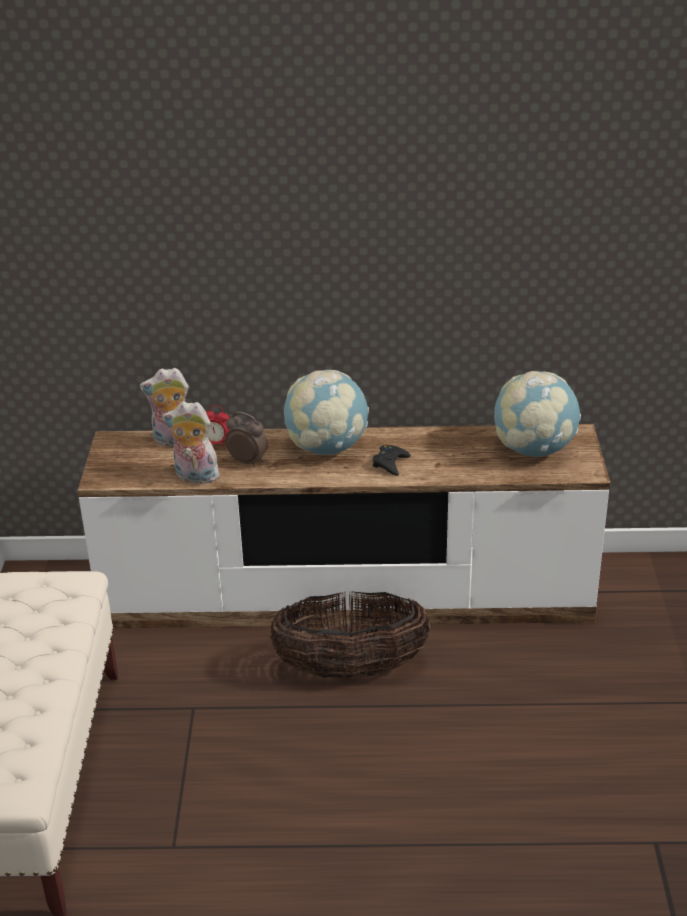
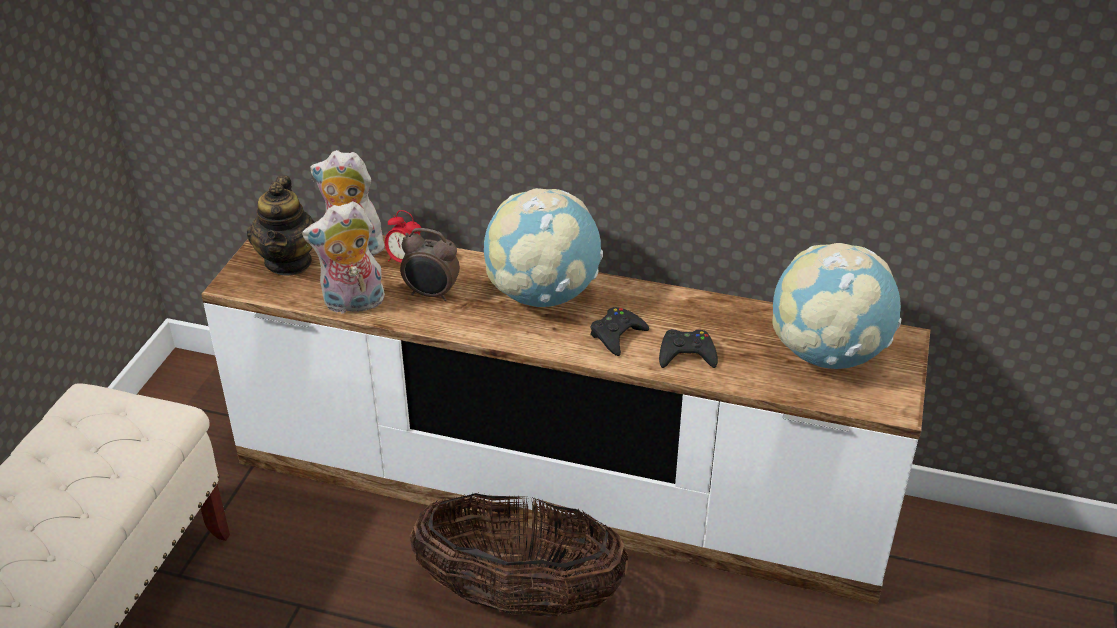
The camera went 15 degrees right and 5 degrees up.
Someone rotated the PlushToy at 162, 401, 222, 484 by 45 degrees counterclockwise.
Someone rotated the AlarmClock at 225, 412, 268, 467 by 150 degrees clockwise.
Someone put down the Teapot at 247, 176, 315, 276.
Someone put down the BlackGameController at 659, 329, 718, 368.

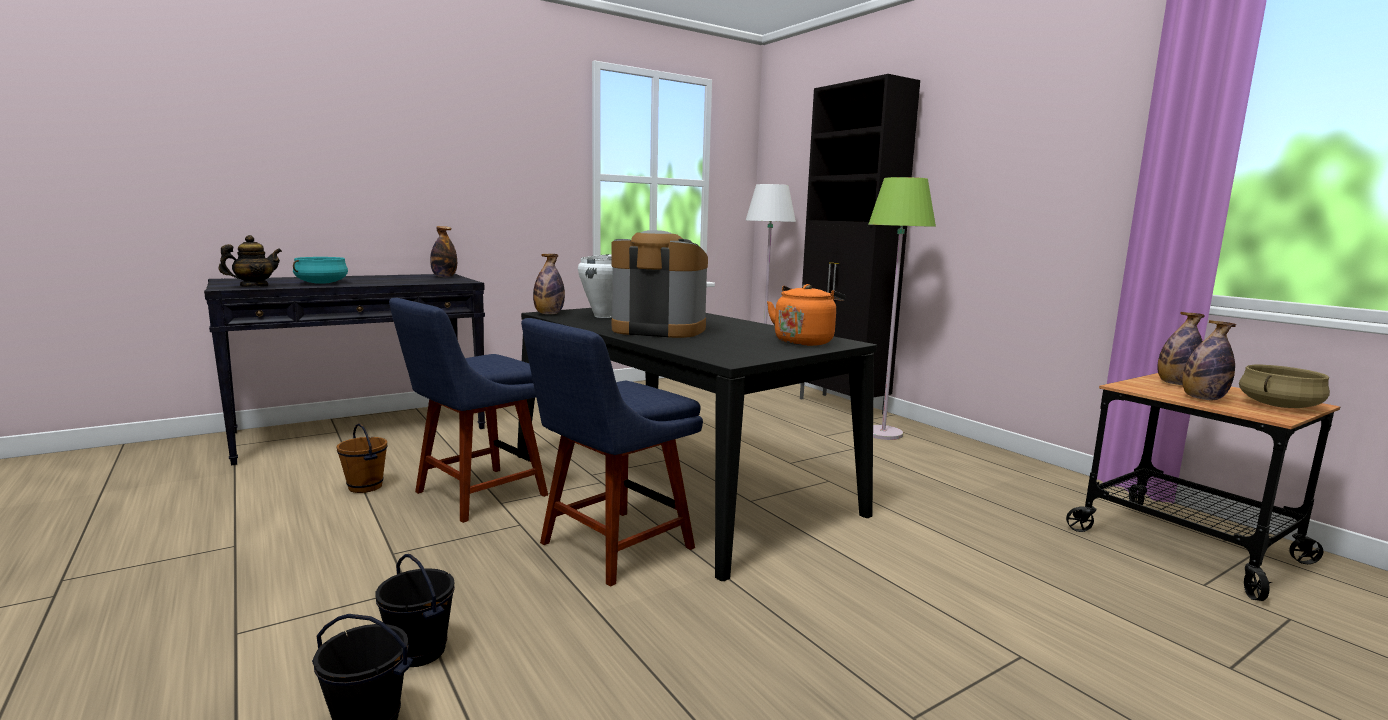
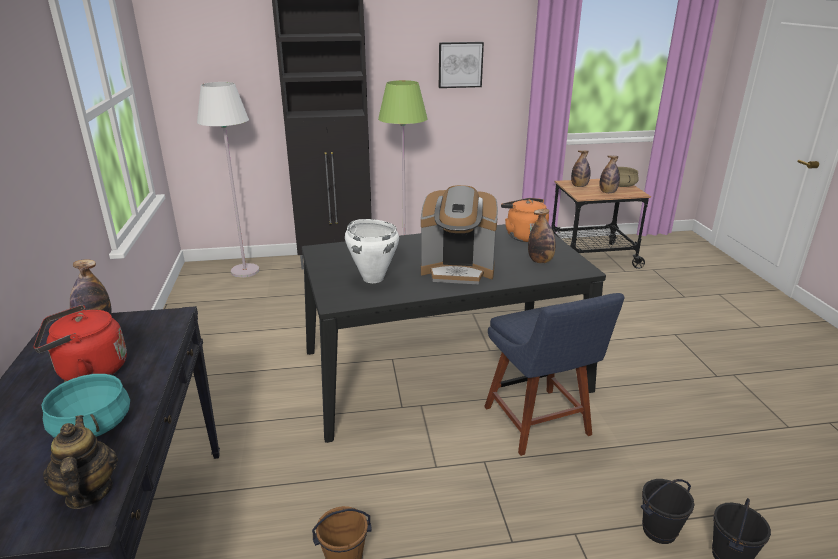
The camera went 65 degrees left and 15 degrees up.
Someone took away the BlueChair at 389, 298, 548, 523.
Someone carried the Bottle from 533, 254, 565, 314 to 528, 209, 556, 263.
Someone rotated the CoffeeMachine at 611, 230, 708, 338 by 120 degrees counterclockwise.
Someone put down the RedKettle at 34, 305, 127, 381.
Someone put up the Picture at 439, 42, 484, 88.

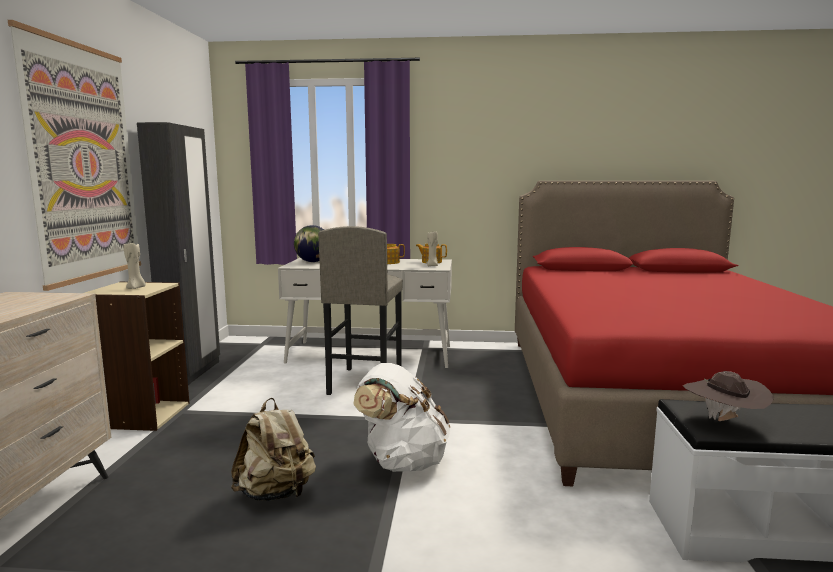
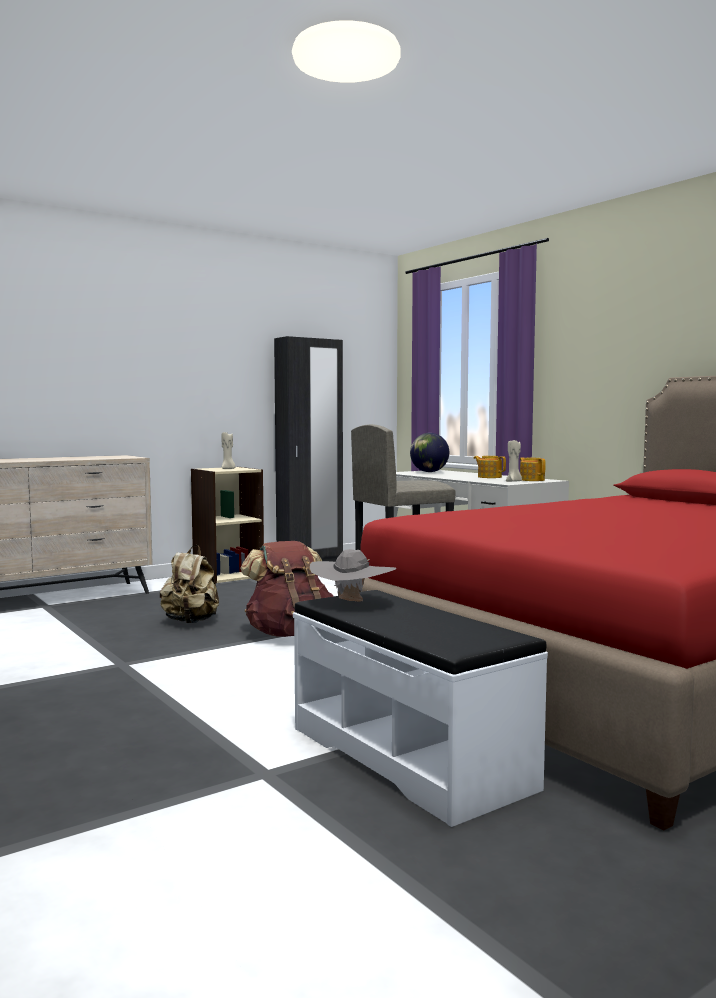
The camera went 50 degrees right and 5 degrees down.
Someone took away the Picture at 8, 20, 141, 291.
Someone repainted the WhiteBackpack at 353, 363, 450, 472, which became the BrownBackpack at 240, 541, 334, 637.
Someone repainted the BrownHat at 683, 371, 774, 421, which became the GreyHat at 310, 549, 396, 602.

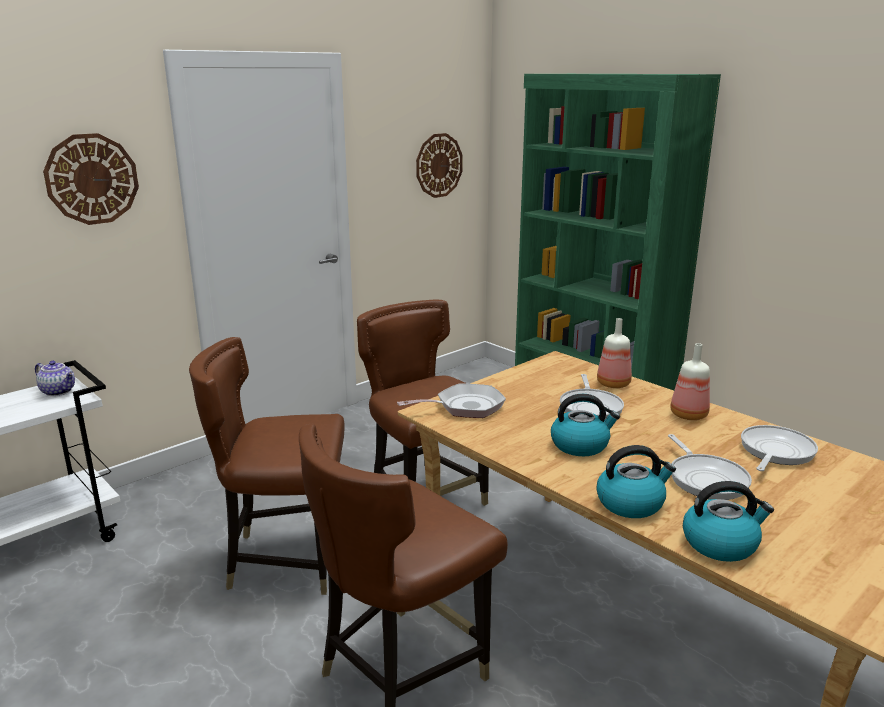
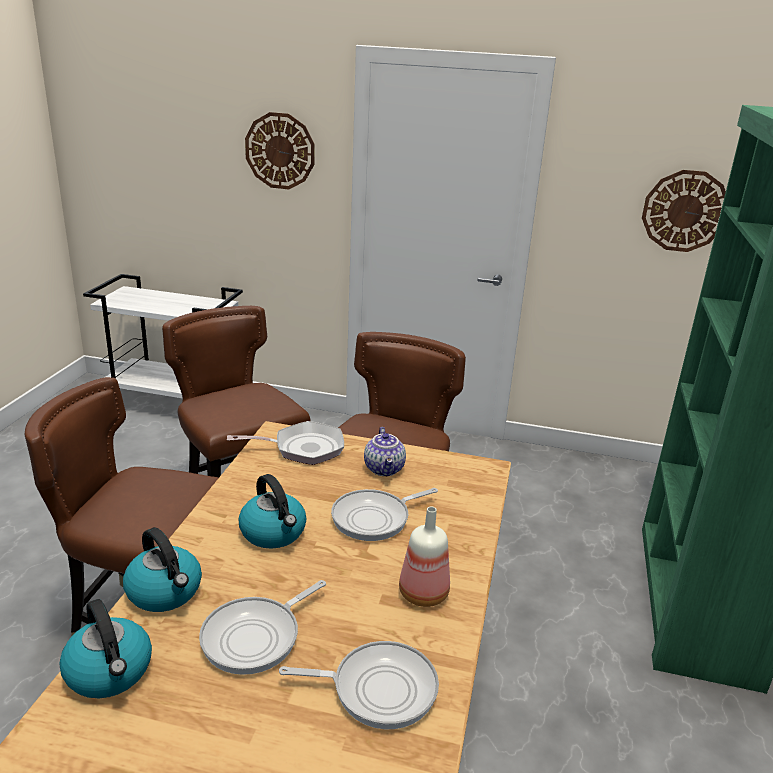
The camera went 55 degrees right and 5 degrees up.
Someone carried the Teapot from 35, 361, 75, 396 to 364, 427, 406, 477.
Someone rotated the FryingPan at 397, 383, 506, 418 by 45 degrees counterclockwise.
Someone took away the Bottle at 597, 318, 632, 388.

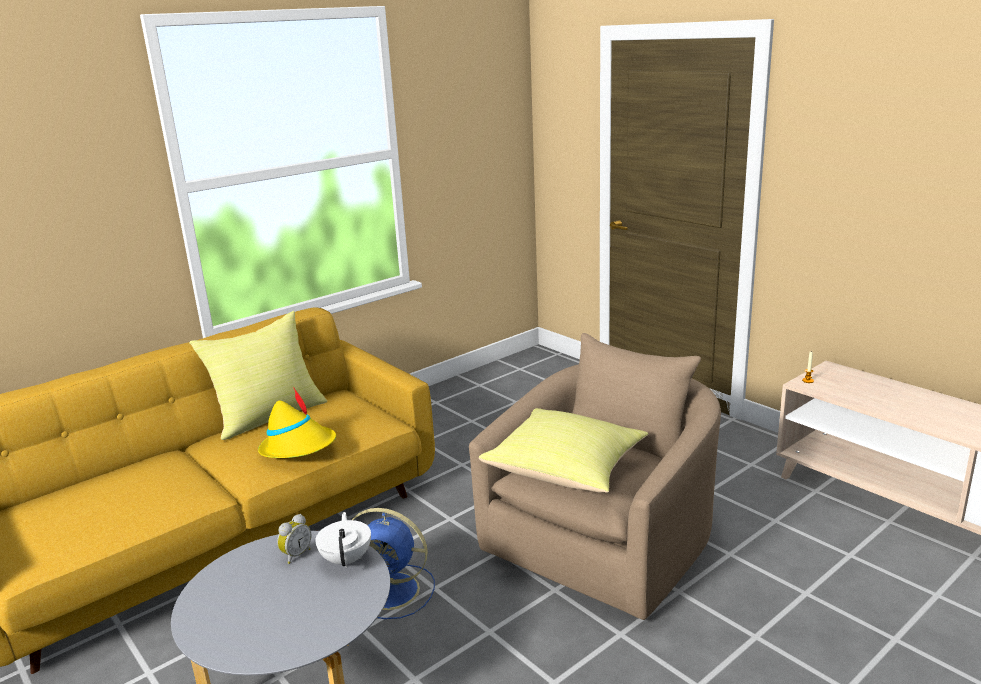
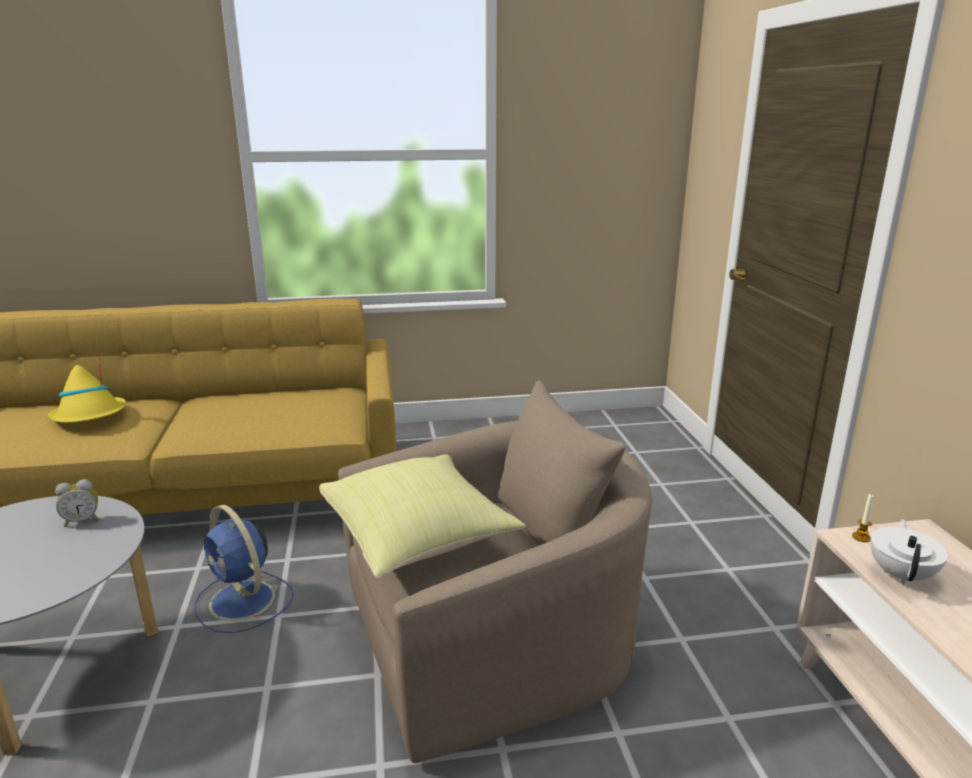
The camera went 30 degrees right and 0 degrees up.
Someone took away the YellowPillow at 189, 311, 327, 440.
Someone carried the YellowHat from 258, 387, 336, 458 to 48, 356, 126, 423.
Someone carried the WhiteTeapot from 315, 512, 371, 568 to 870, 519, 948, 584.

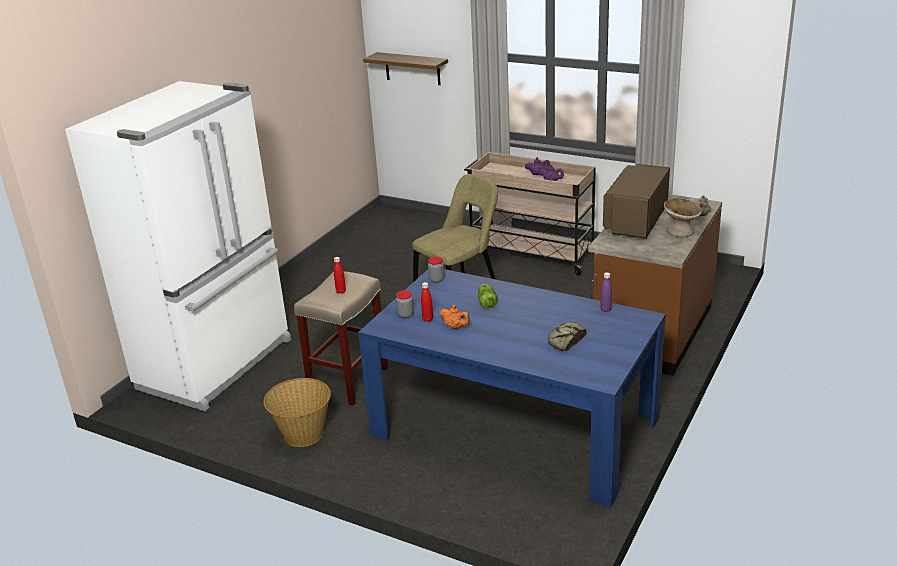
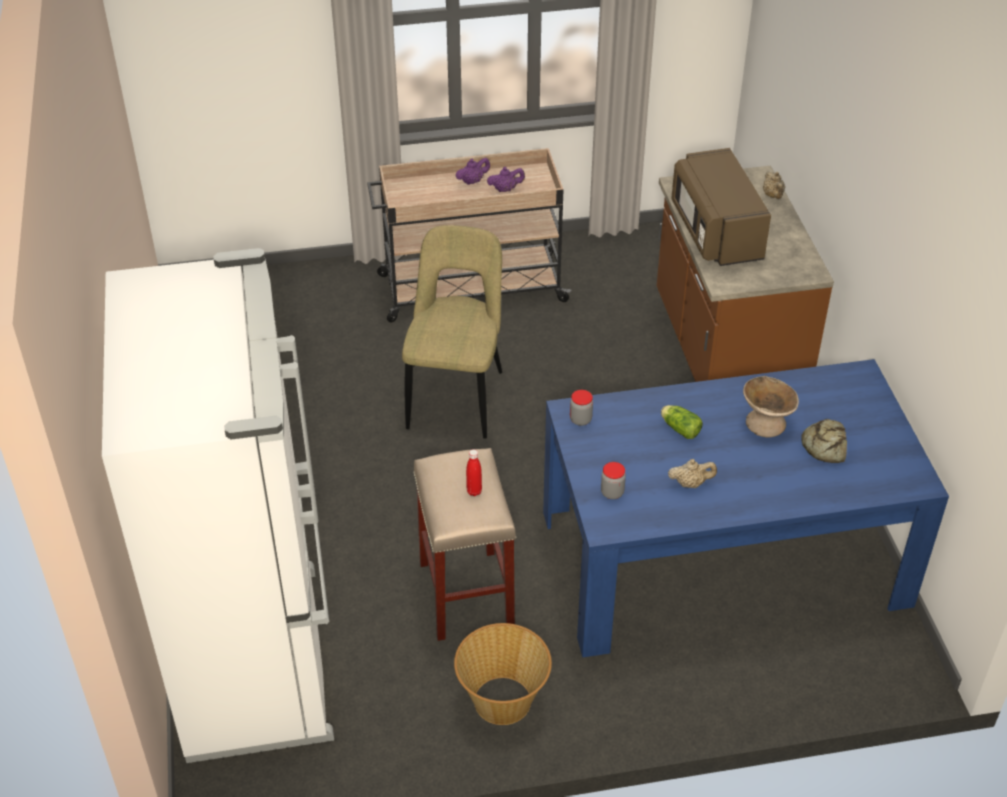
The camera went 40 degrees left and 15 degrees up.
Someone took away the Shelf at 363, 52, 448, 85.
Someone took away the RedBottle at 421, 282, 433, 322.
Someone repainted the OrangeTeapot at 439, 305, 470, 329, which became the BeigeTeapot at 668, 459, 717, 488.
Someone took away the PurpleBottle at 600, 272, 612, 312.
Someone carried the BeigeBowl from 664, 198, 702, 237 to 743, 376, 799, 437.

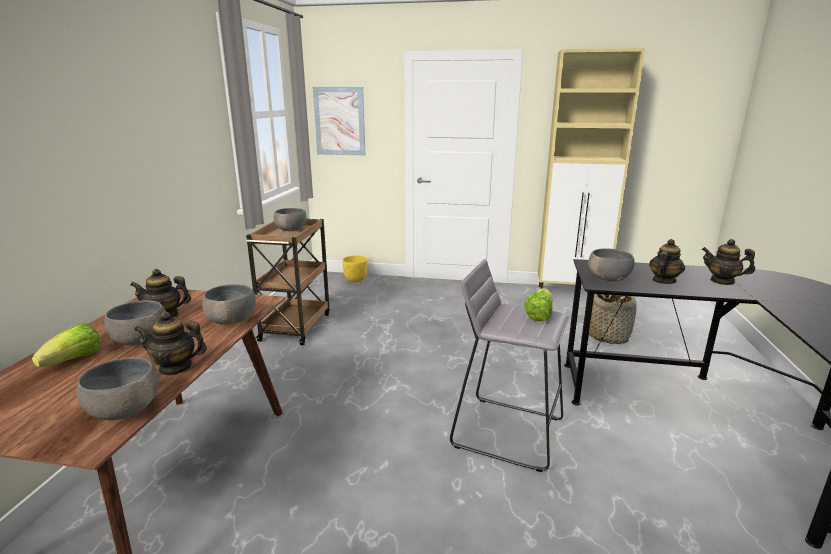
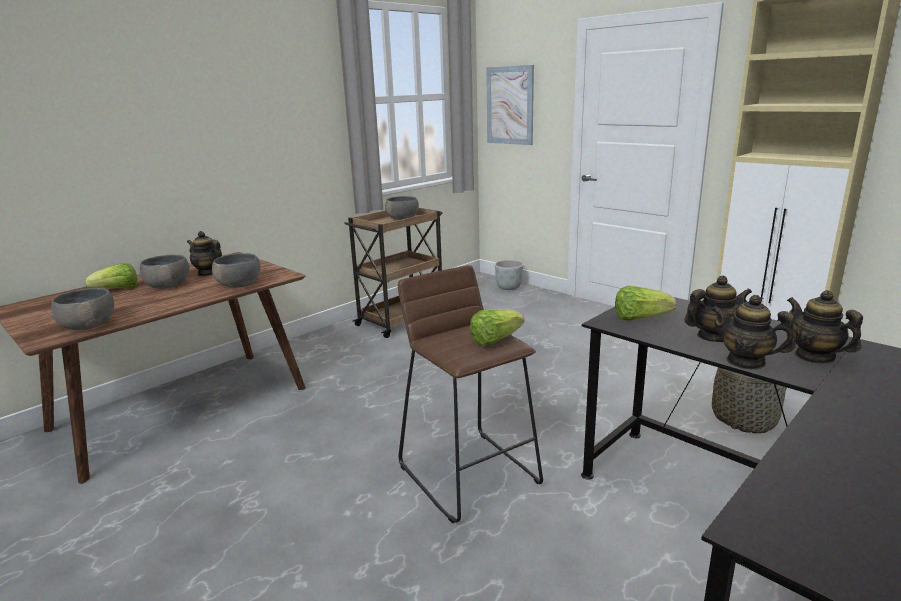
The camera went 35 degrees right and 0 degrees up.
Someone carried the Teapot from 134, 311, 207, 376 to 711, 295, 796, 370.
Someone repainted the YellowPlanter at 342, 255, 367, 282, which became the GreyPlanter at 495, 260, 523, 290.
Someone repainted the GreyStool at 450, 259, 569, 472, which became the BrownStool at 398, 265, 543, 523.
Someone swapped the GreyBowl at 588, 248, 635, 281 for the Lettuce at 615, 286, 676, 321.

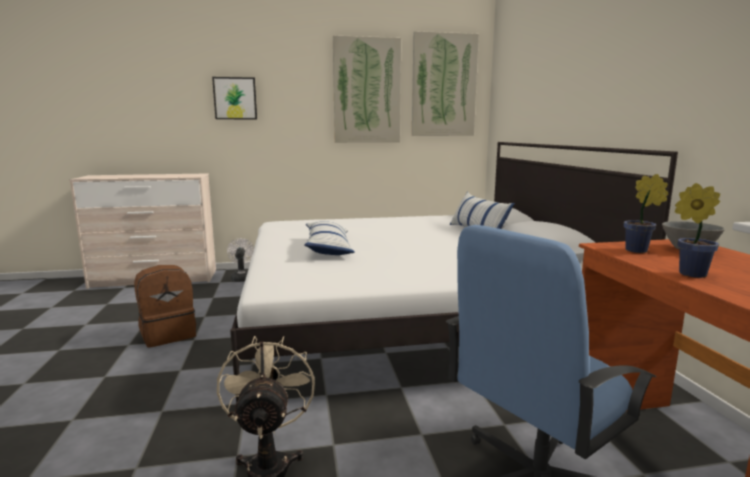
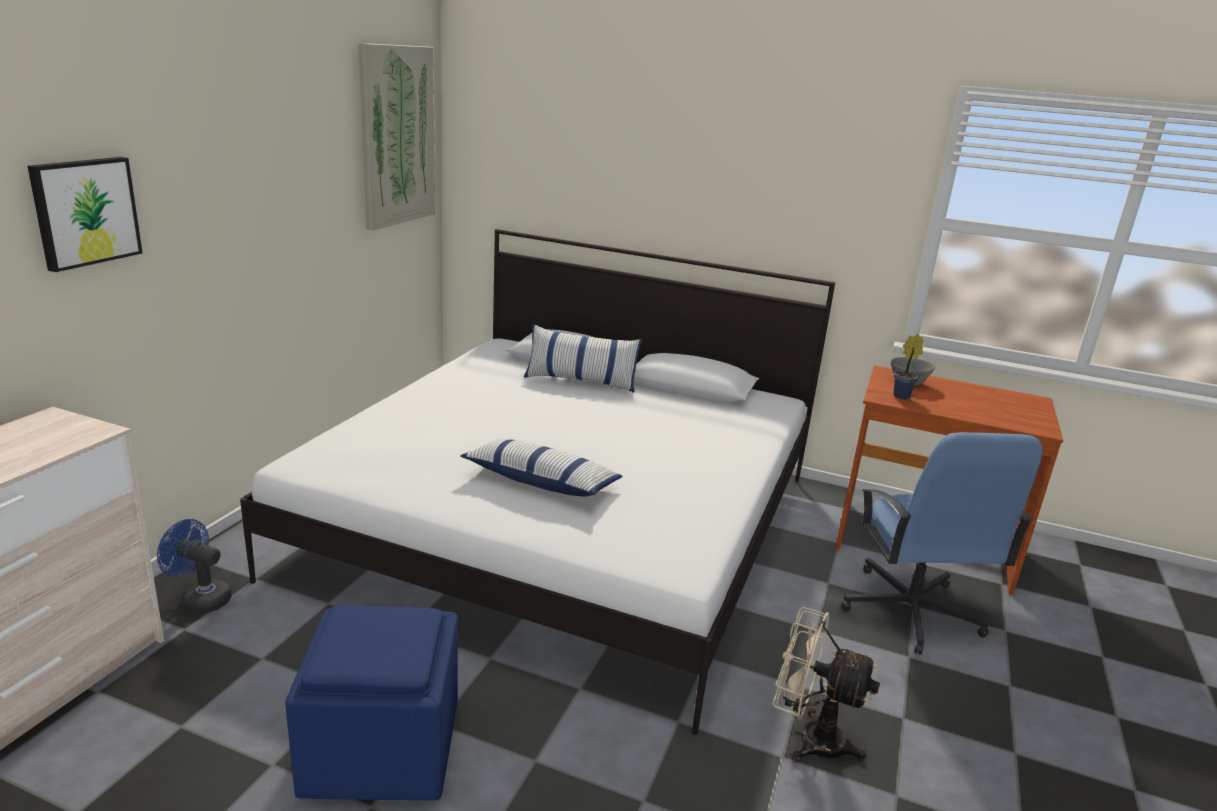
The camera went 60 degrees left and 10 degrees up.
Someone swapped the BrownBackpack at 134, 265, 196, 348 for the BlueOttoman at 285, 605, 458, 801.
Someone repainted the WhiteFan at 227, 238, 254, 282, which became the BlueFan at 157, 519, 232, 613.
Someone took away the Picture at 333, 35, 401, 142.
Someone took away the PottedPlant at 675, 183, 720, 278.

